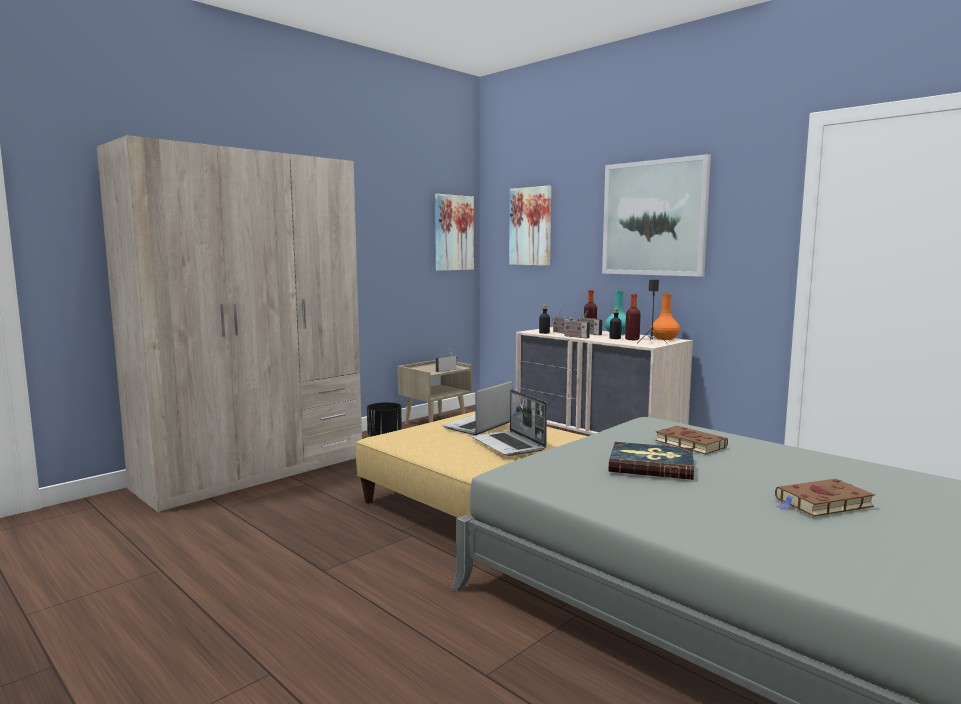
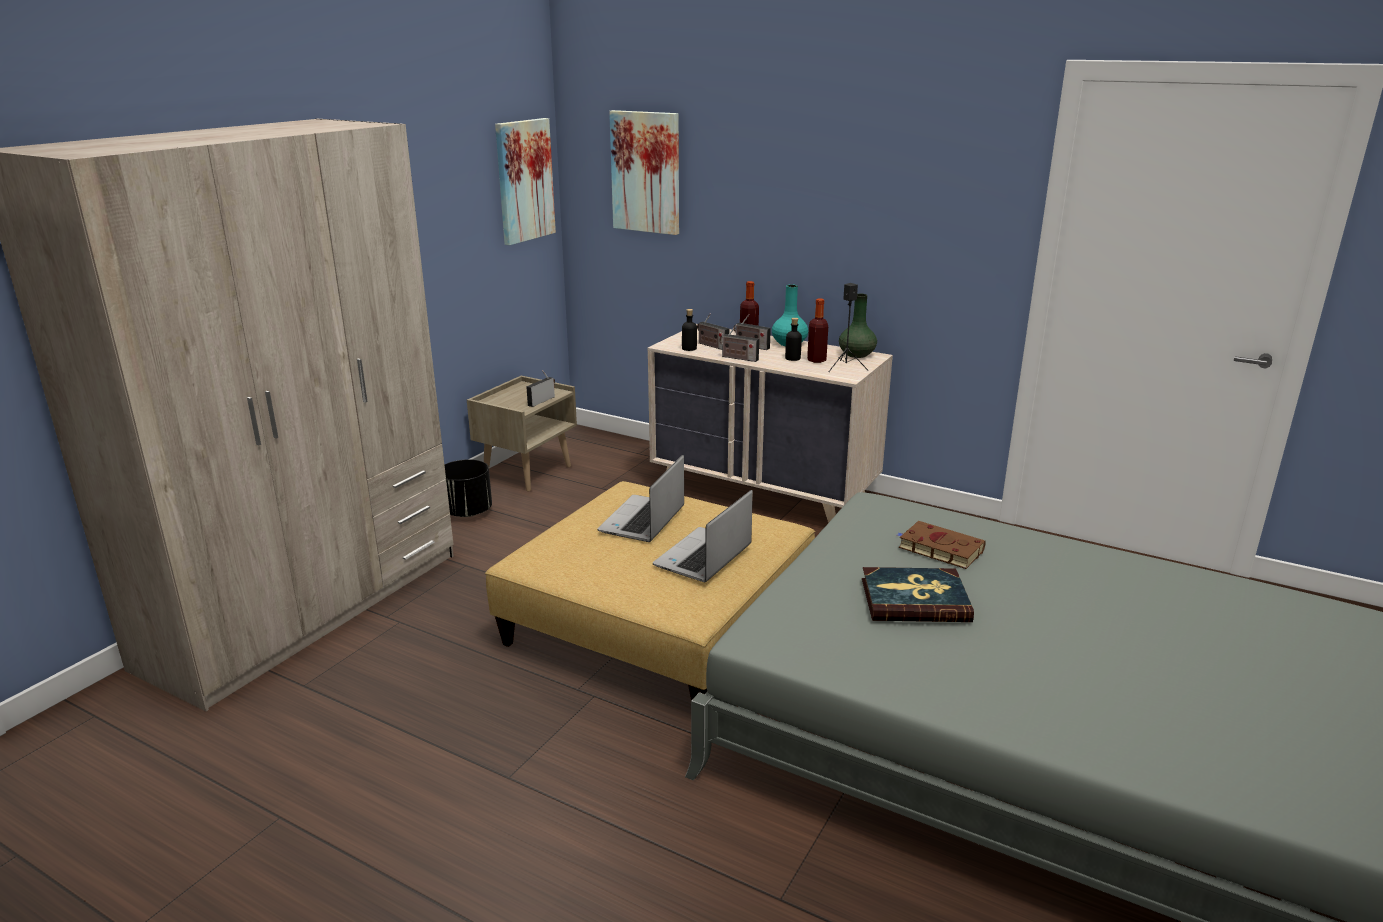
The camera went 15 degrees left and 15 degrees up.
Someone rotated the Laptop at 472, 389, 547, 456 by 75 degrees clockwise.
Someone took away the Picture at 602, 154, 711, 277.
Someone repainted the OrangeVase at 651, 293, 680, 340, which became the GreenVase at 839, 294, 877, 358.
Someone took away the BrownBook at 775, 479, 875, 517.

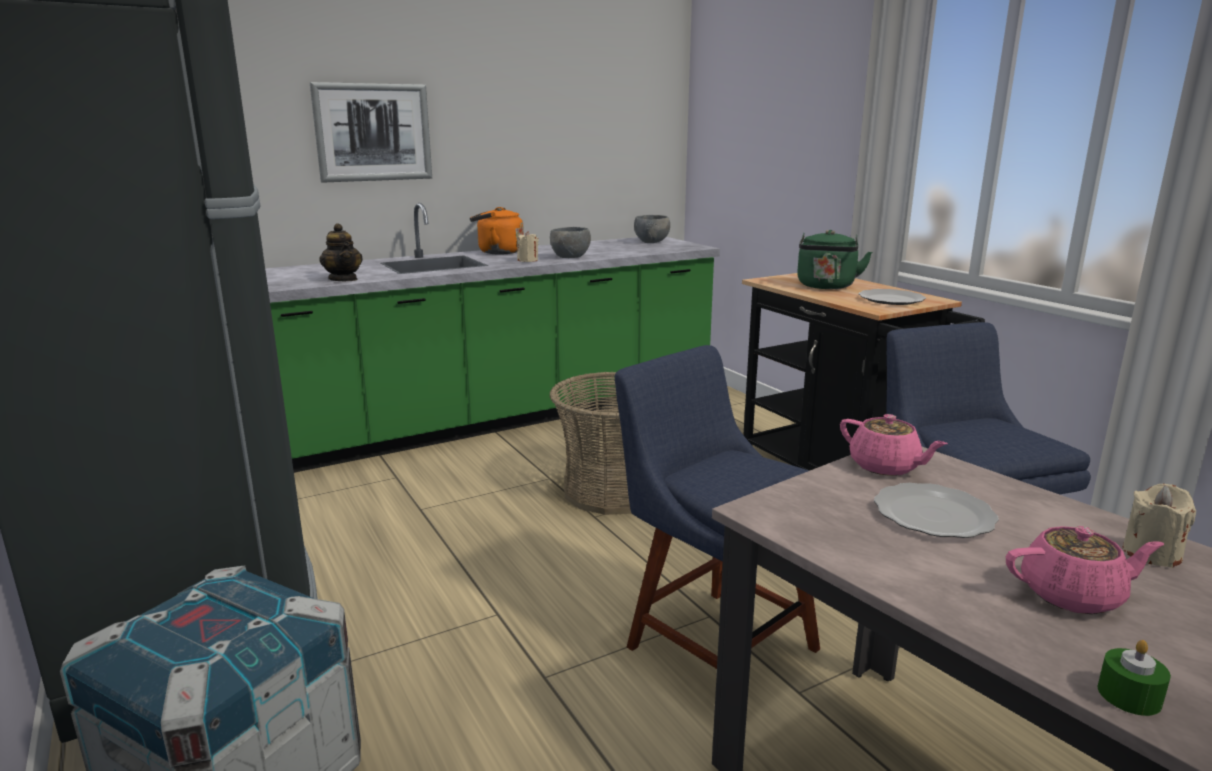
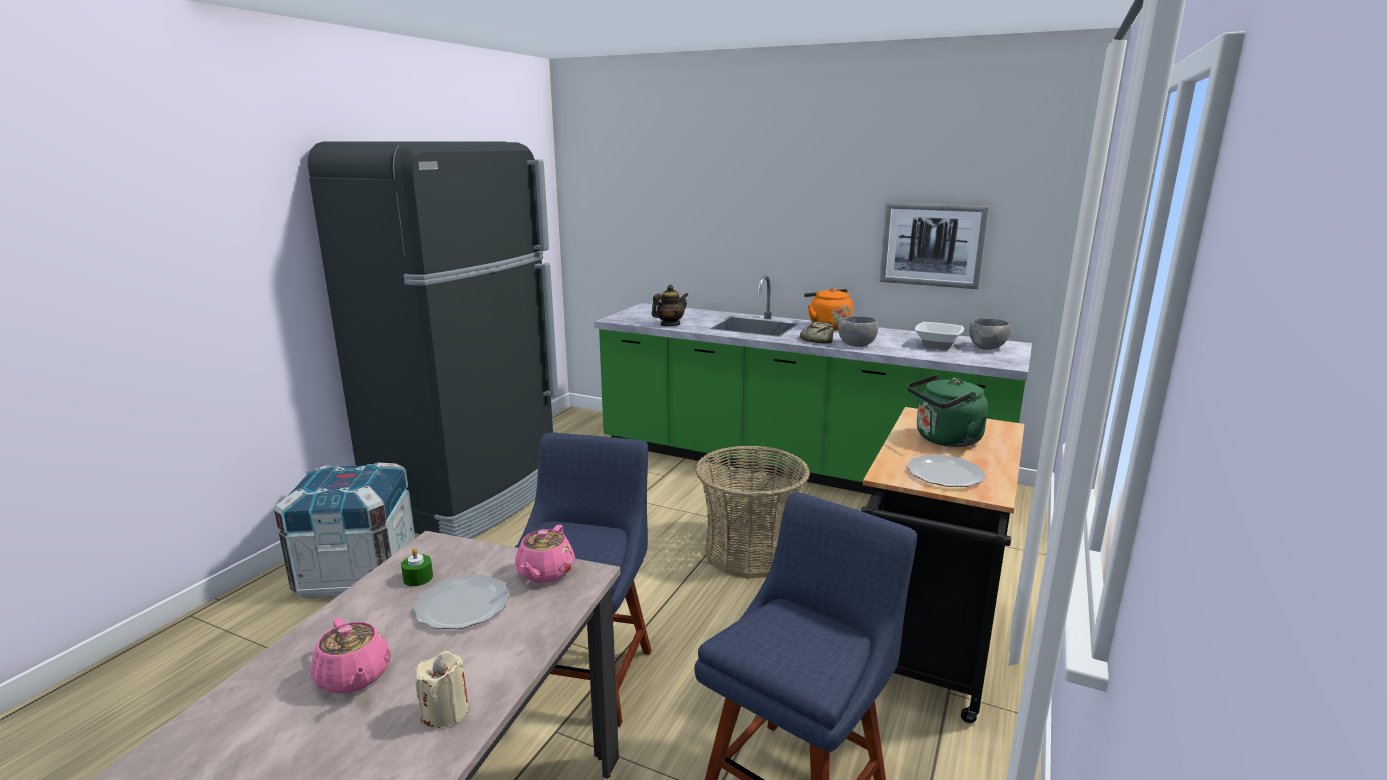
The camera went 55 degrees right and 0 degrees up.
Someone carried the Picture from 310, 82, 432, 182 to 880, 203, 989, 289.
Someone rotated the Teapot at 319, 223, 363, 281 by 150 degrees counterclockwise.
Someone swapped the BeigeCandle at 517, 231, 539, 262 for the Bread at 800, 322, 834, 344.
Someone carried the GreenCandle from 1098, 640, 1171, 716 to 401, 548, 433, 586.
Someone put down the Bowl at 915, 322, 964, 350.

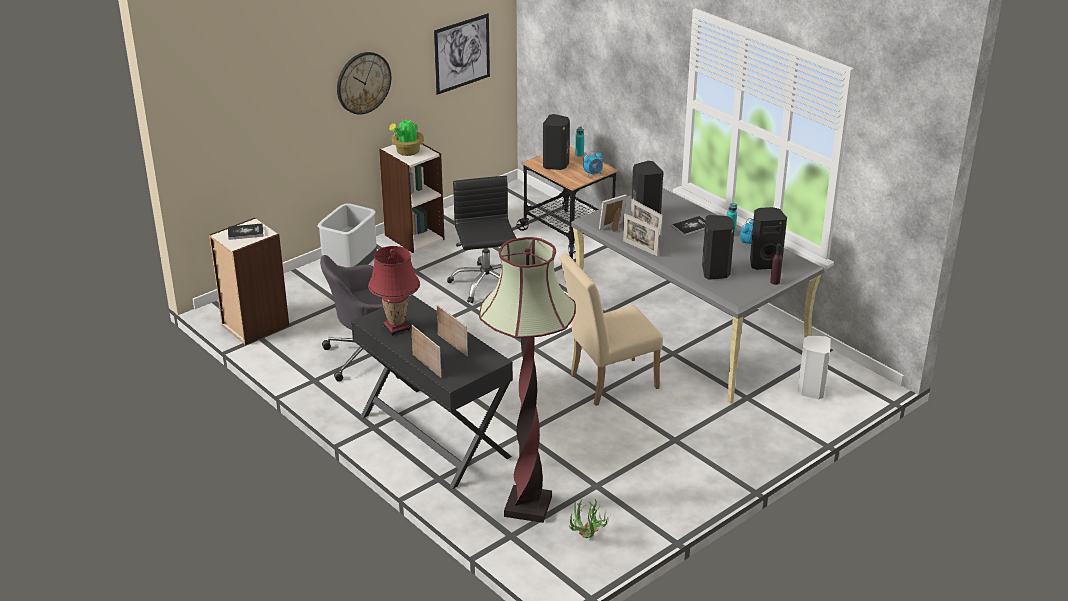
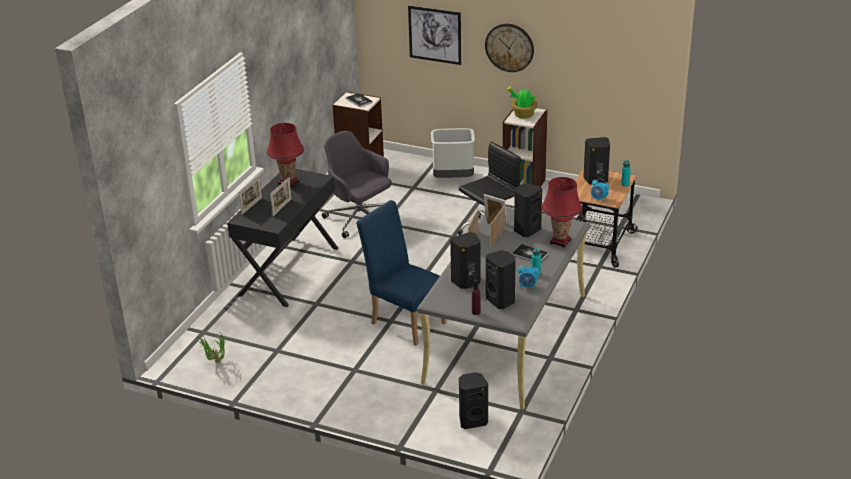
The camera went 65 degrees right and 0 degrees up.
Someone carried the Picture from 434, 13, 490, 95 to 408, 5, 461, 65.
Someone took away the FloorLamp at 479, 237, 576, 523.
Someone repainted the BeigeChair at 559, 254, 663, 406, which became the BlueChair at 356, 200, 446, 345.
Someone repainted the WhiteSpeaker at 798, 336, 831, 399, which became the BlackSpeaker at 459, 372, 488, 429.
Someone put down the RedTableLamp at 541, 177, 582, 248.

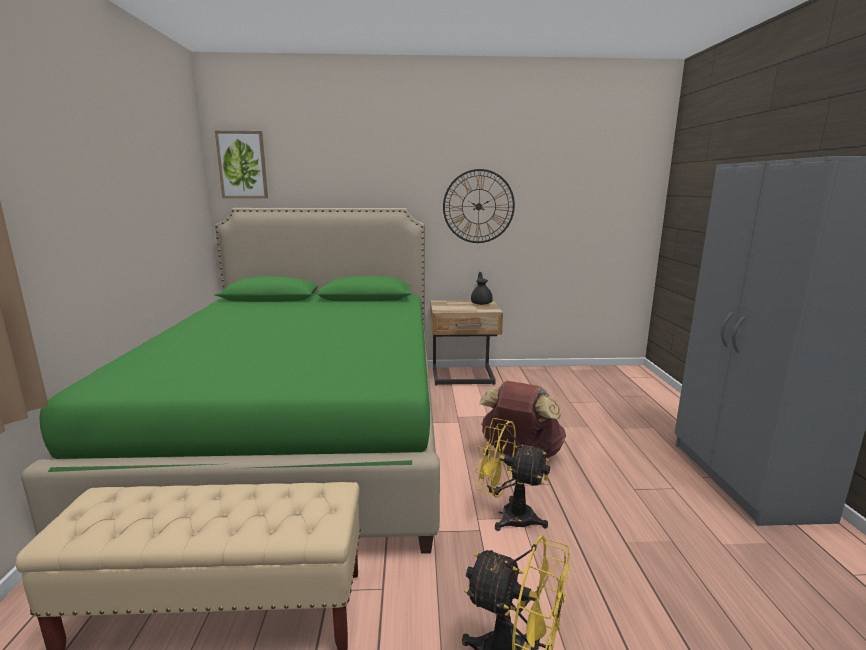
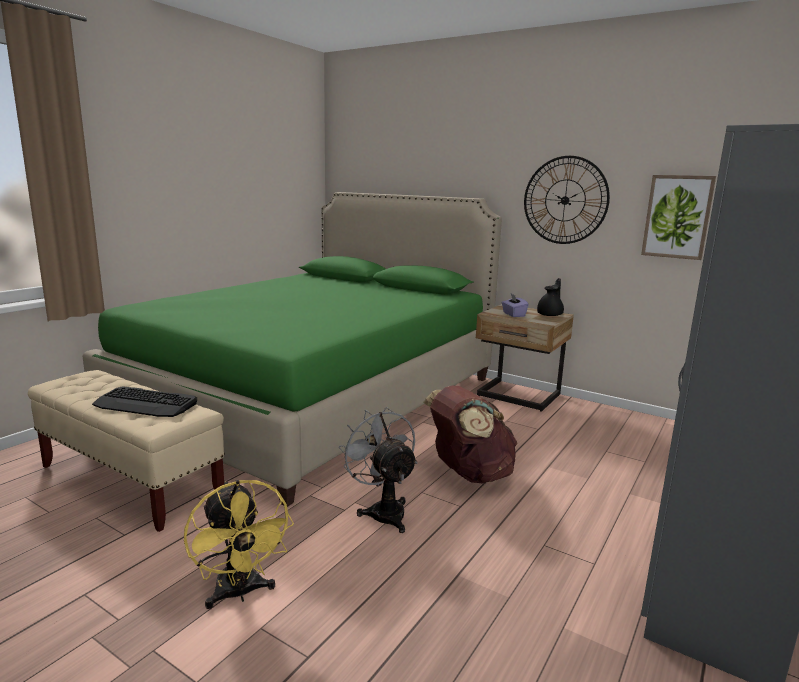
The camera went 35 degrees right and 0 degrees up.
Someone carried the Picture from 215, 131, 268, 198 to 641, 175, 716, 260.
Someone repainted the YellowFan at 474, 418, 550, 531, which became the GreyFan at 339, 407, 418, 533.
Someone put down the Keyboard at 92, 386, 197, 417.
Someone put down the PurpleTissueBox at 502, 294, 529, 317.

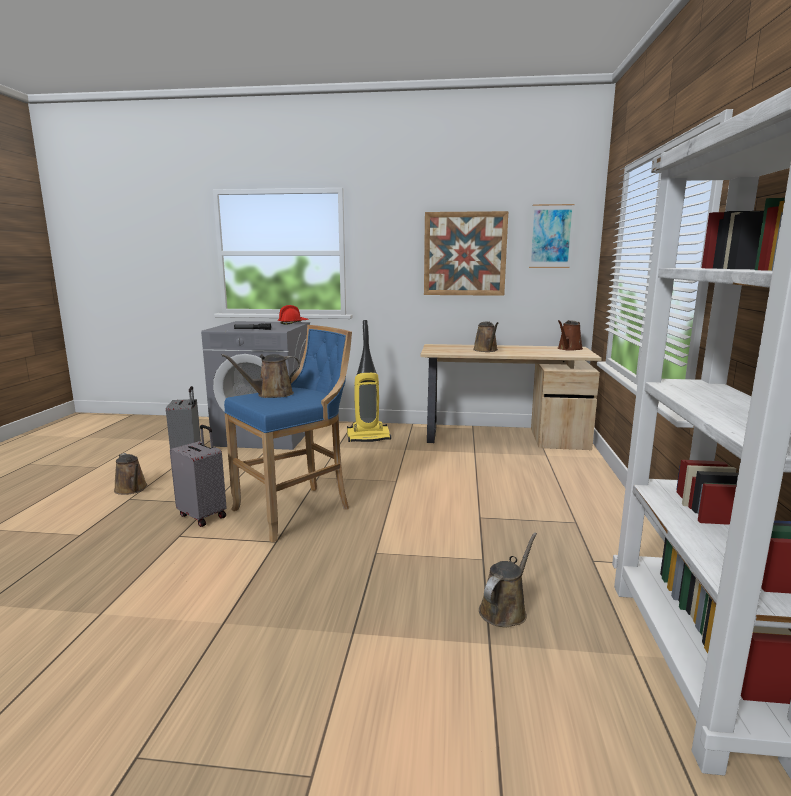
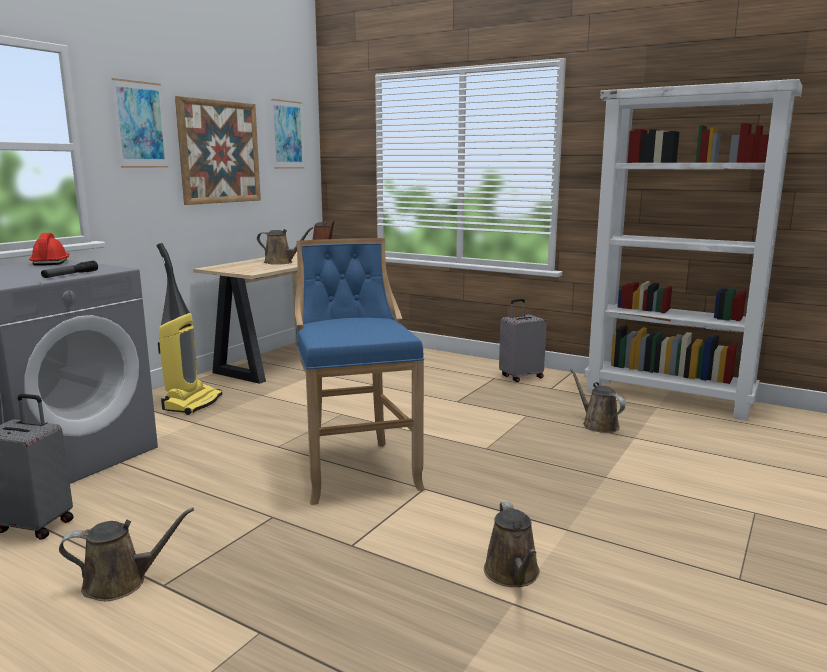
The camera went 65 degrees left and 0 degrees up.
Someone carried the GreySuitcase from 170, 425, 227, 527 to 499, 299, 547, 382.
Someone carried the BrownWateringCan from 221, 354, 300, 398 to 484, 502, 540, 587.
Someone put up the Picture at 112, 78, 168, 168.

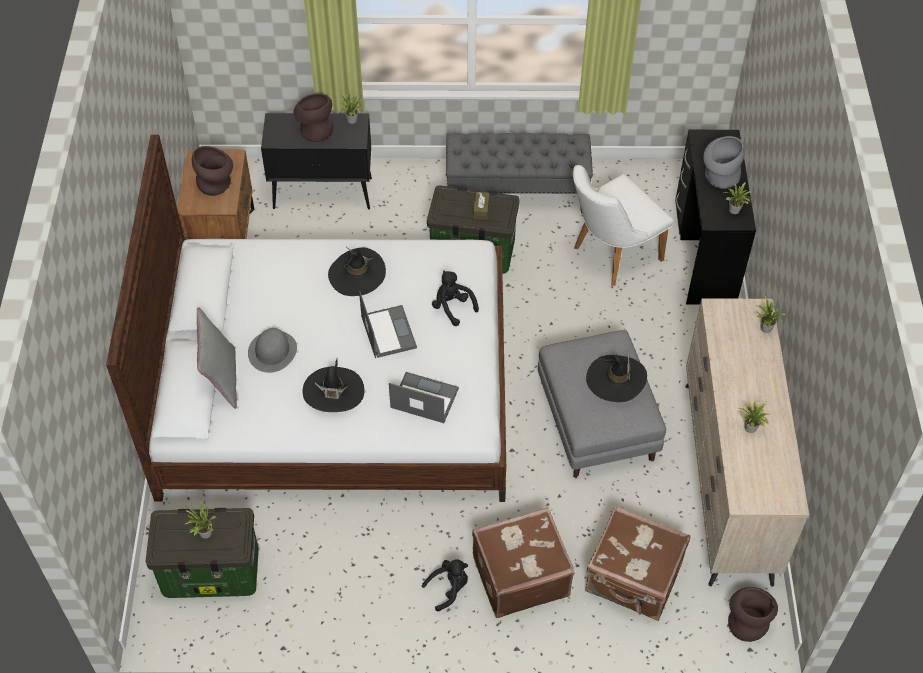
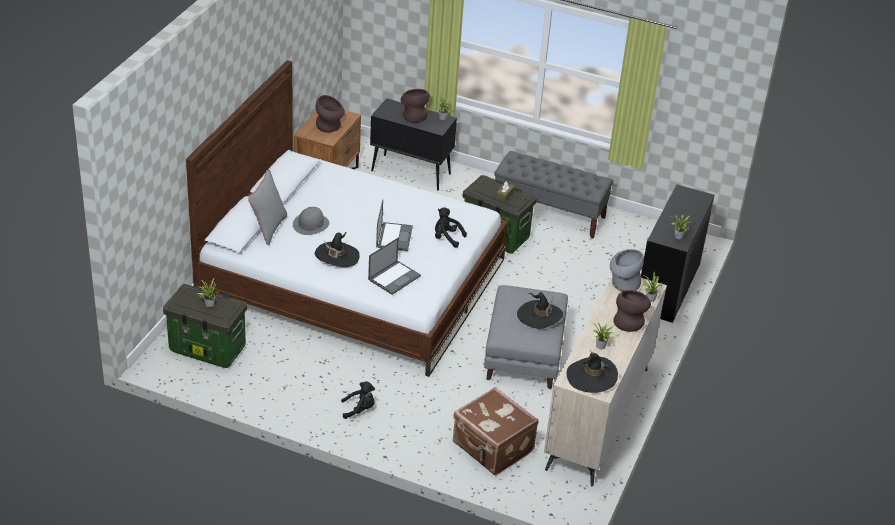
The camera went 20 degrees right and 15 degrees down.
Someone carried the BlackHat from 328, 247, 386, 296 to 567, 350, 618, 393.
Someone rotated the Laptop at 389, 372, 459, 423 by 90 degrees clockwise.
Someone rotated the BlackPlushToy at 432, 271, 479, 326 by 45 degrees counterclockwise.
Someone took away the BrownSuitcase at 472, 508, 575, 618.
Someone took away the WhiteChair at 573, 165, 673, 286.
Someone carried the GreyVase from 703, 136, 745, 189 to 610, 249, 644, 292.
Someone carried the BrownVase from 728, 587, 778, 642 to 613, 290, 651, 332.

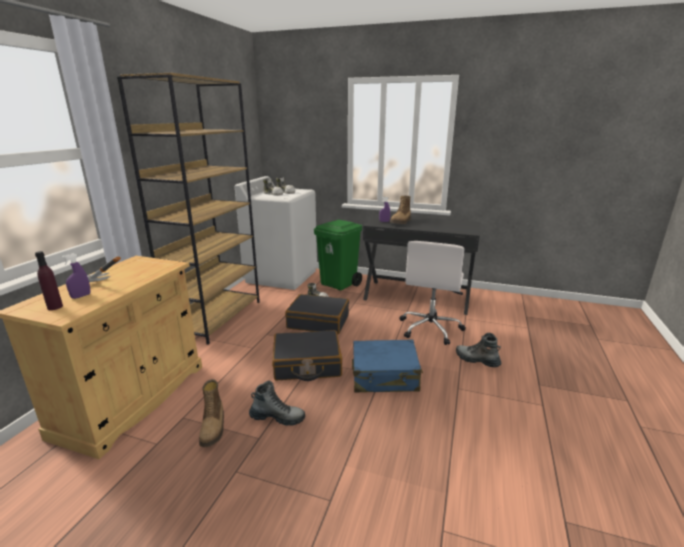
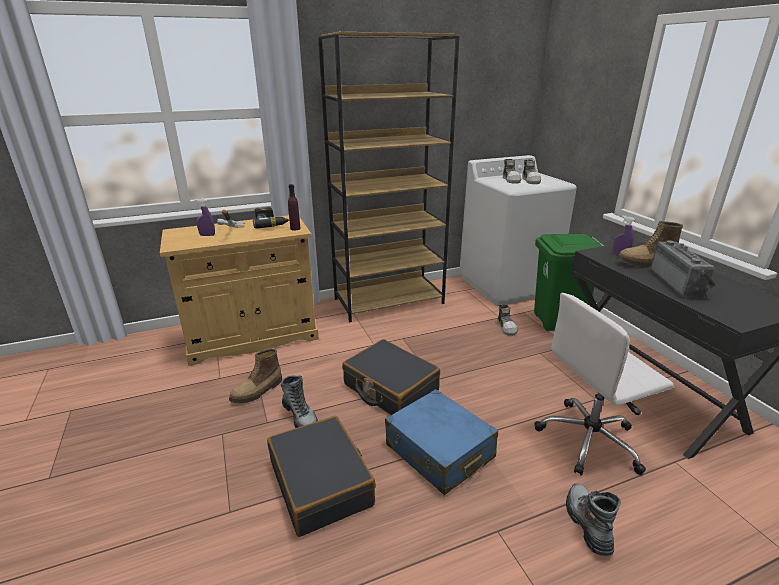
The camera went 50 degrees right and 5 degrees up.
Someone carried the PurpleBottle from 35, 251, 63, 310 to 288, 184, 301, 231.
Someone carried the BlackSuitcase from 285, 294, 349, 334 to 267, 416, 376, 537.
Someone put down the PowerDrill at 253, 207, 289, 228.
Someone put down the Radio at 651, 240, 716, 298.

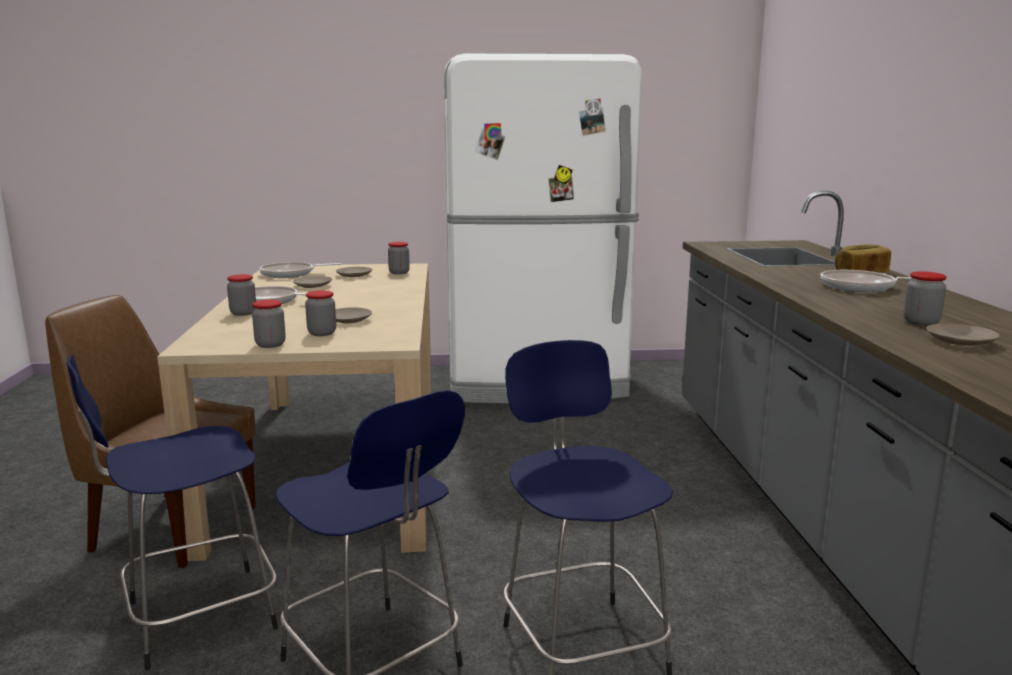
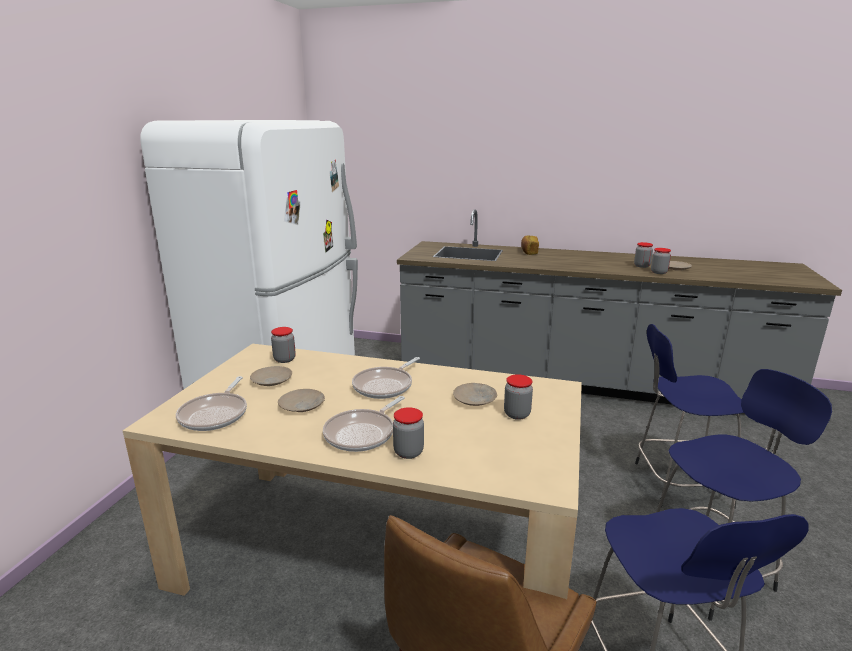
The camera went 70 degrees left and 5 degrees up.
Someone carried the Jar from 252, 300, 286, 348 to 651, 248, 671, 274.
Someone carried the FryingPan from 820, 270, 912, 292 to 352, 357, 420, 399.

